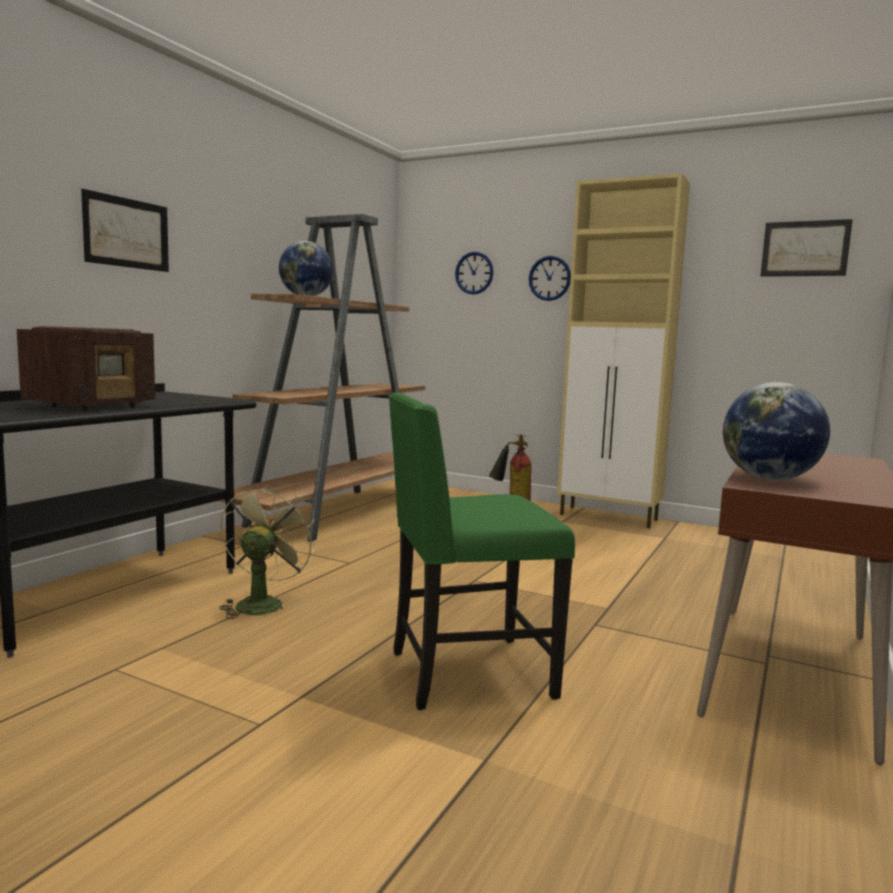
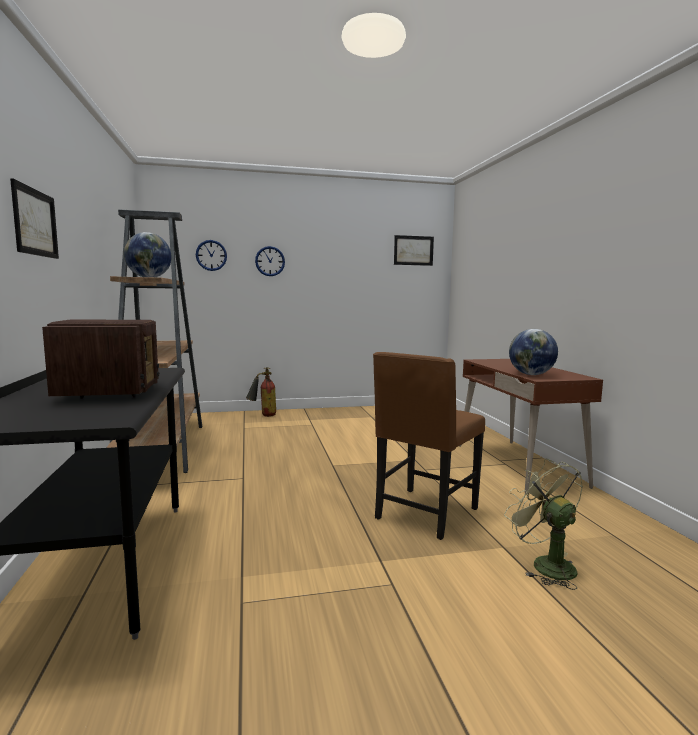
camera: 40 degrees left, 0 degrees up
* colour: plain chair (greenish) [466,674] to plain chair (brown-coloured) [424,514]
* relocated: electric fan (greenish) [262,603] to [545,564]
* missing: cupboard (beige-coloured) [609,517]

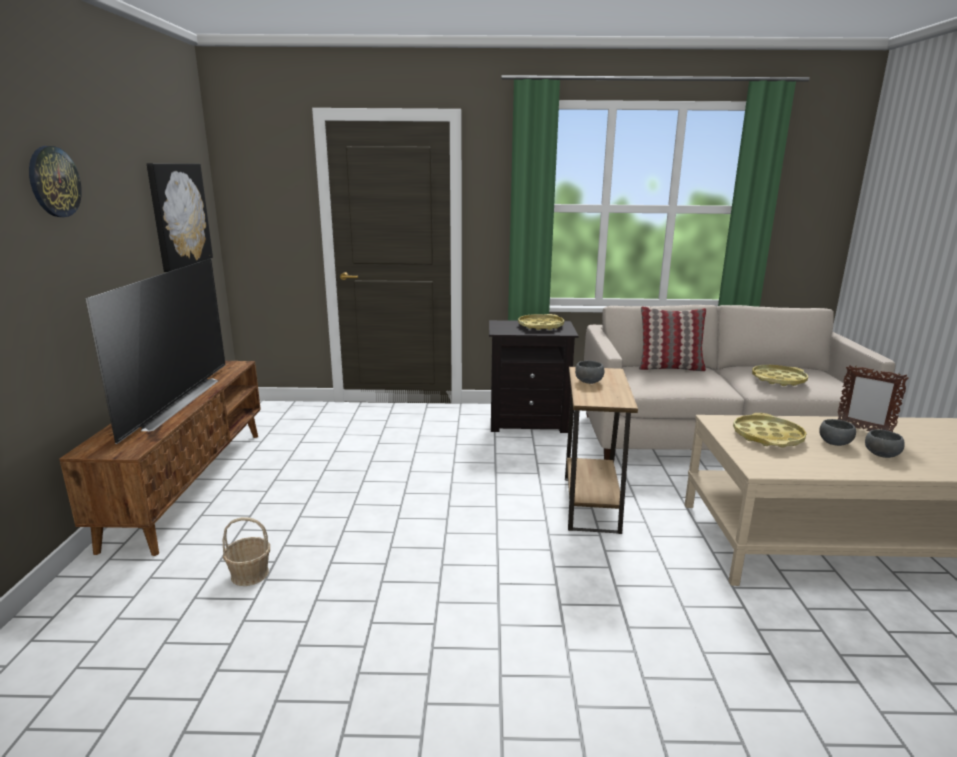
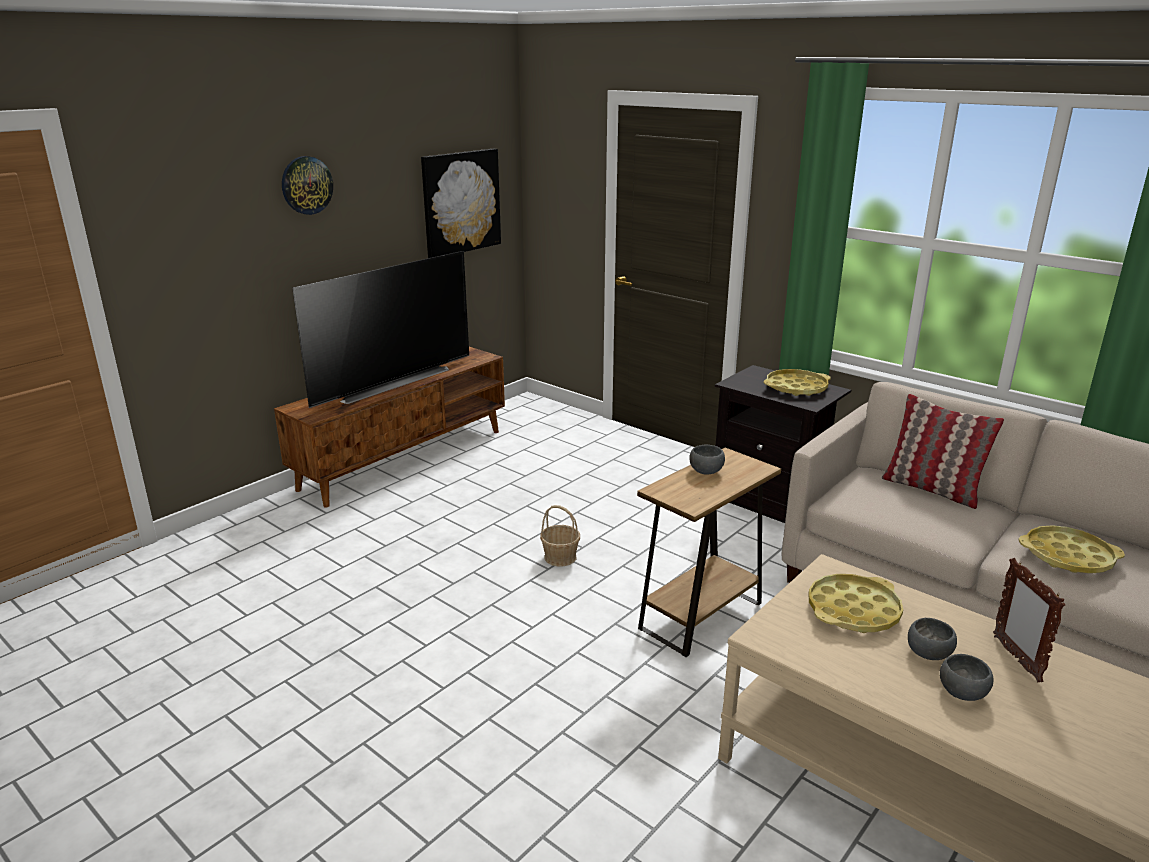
camera: 40 degrees right, 5 degrees up
* relocated: storage basket [249,574] to [560,557]

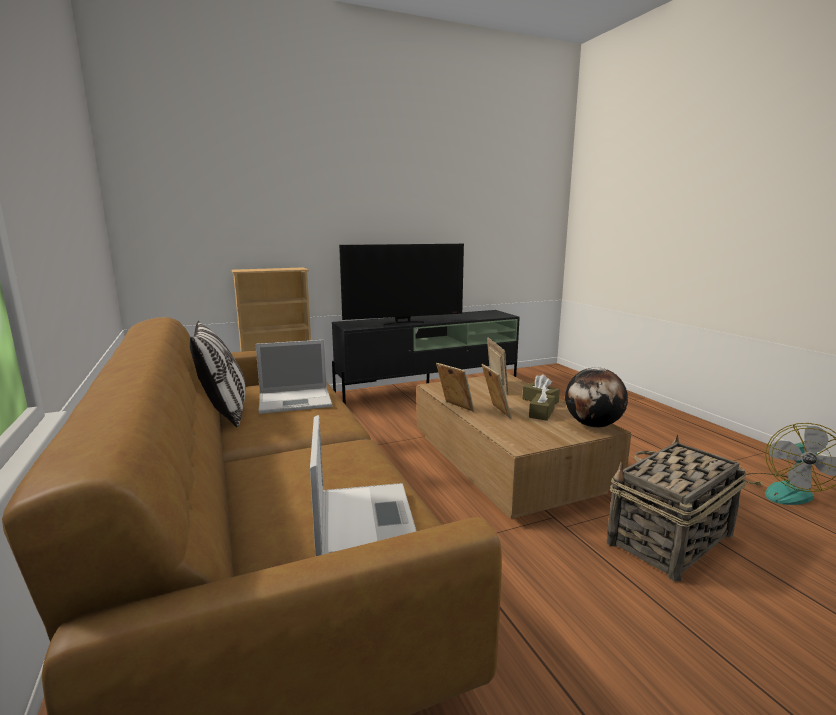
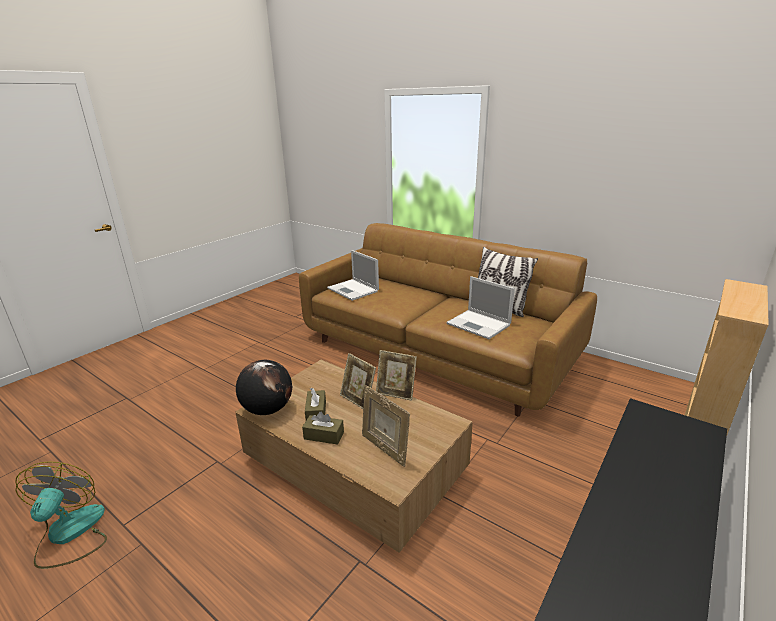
camera: 150 degrees right, 10 degrees up
* spun: laptop [296,400] = [479,325] 90 degrees counterclockwise
* missing: TV [403,322]
* missing: storage basket [669,539]

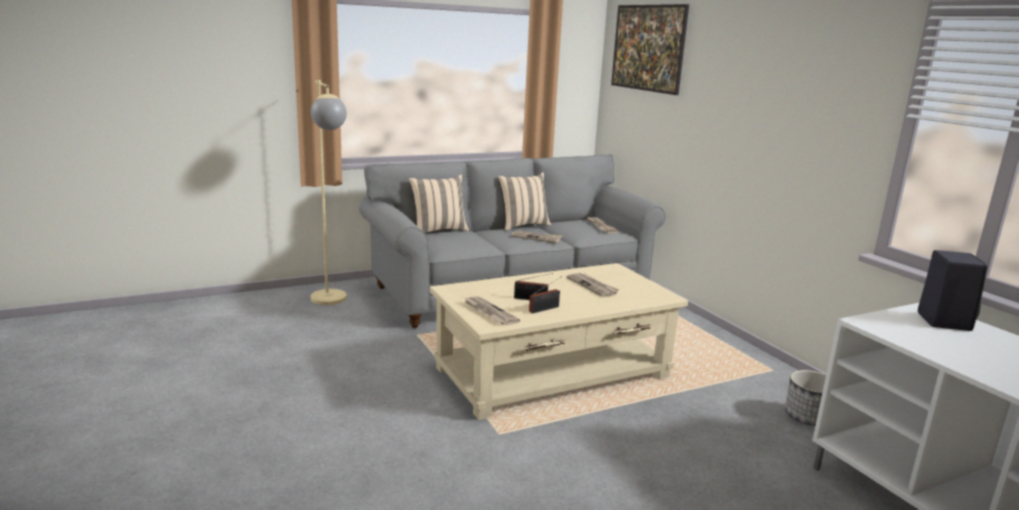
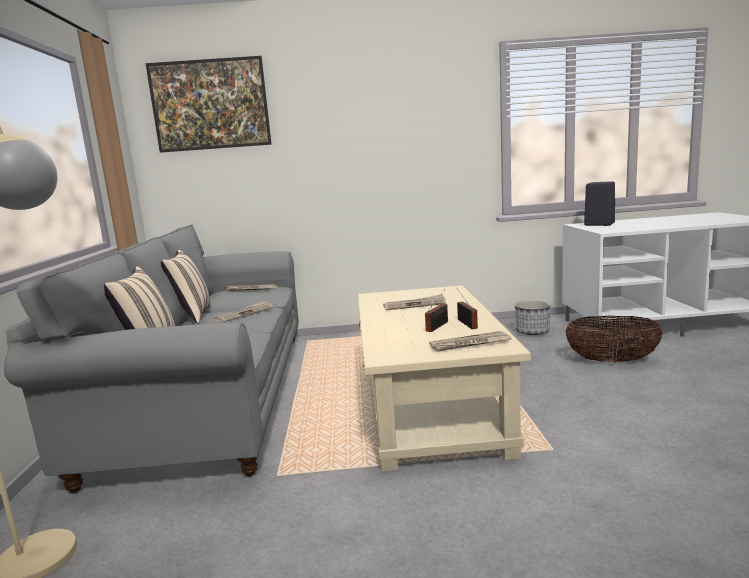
camera: 65 degrees left, 5 degrees down
* appeared: storage basket [612,361]

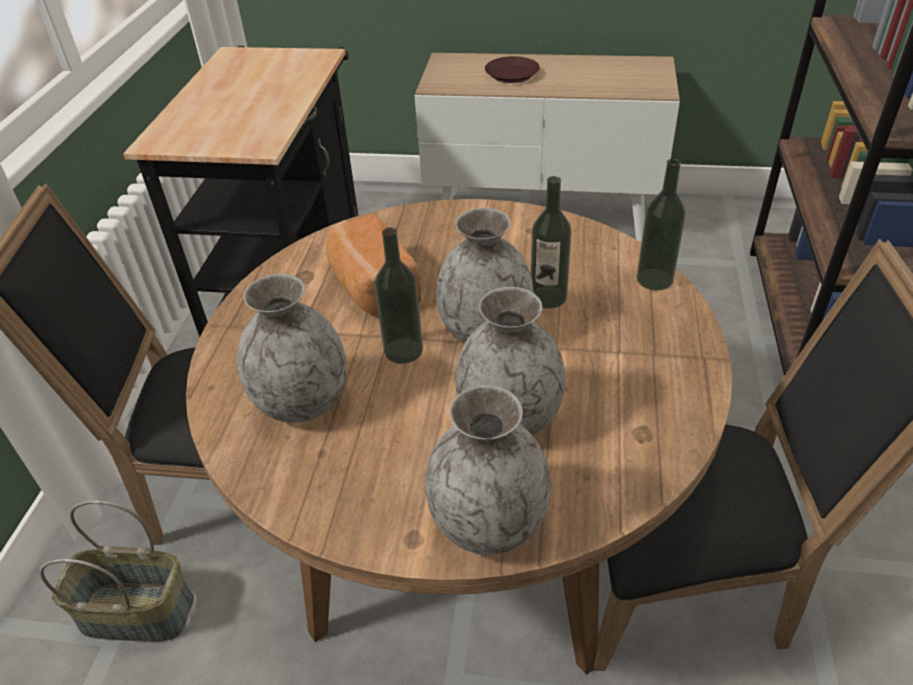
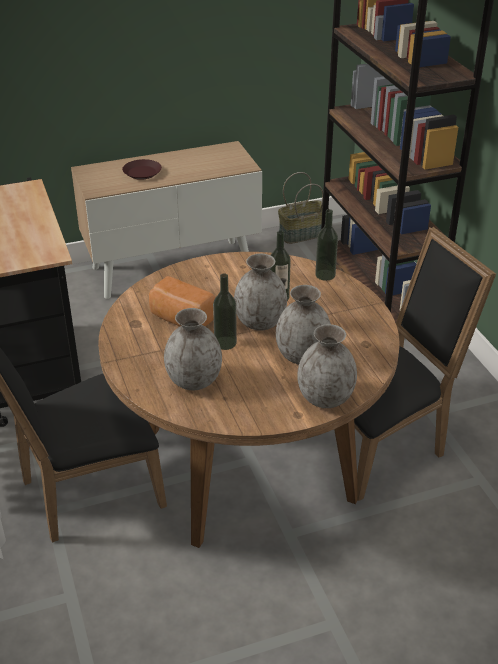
camera: 30 degrees left, 5 degrees down
* relocated: storage basket [139,611] to [302,234]

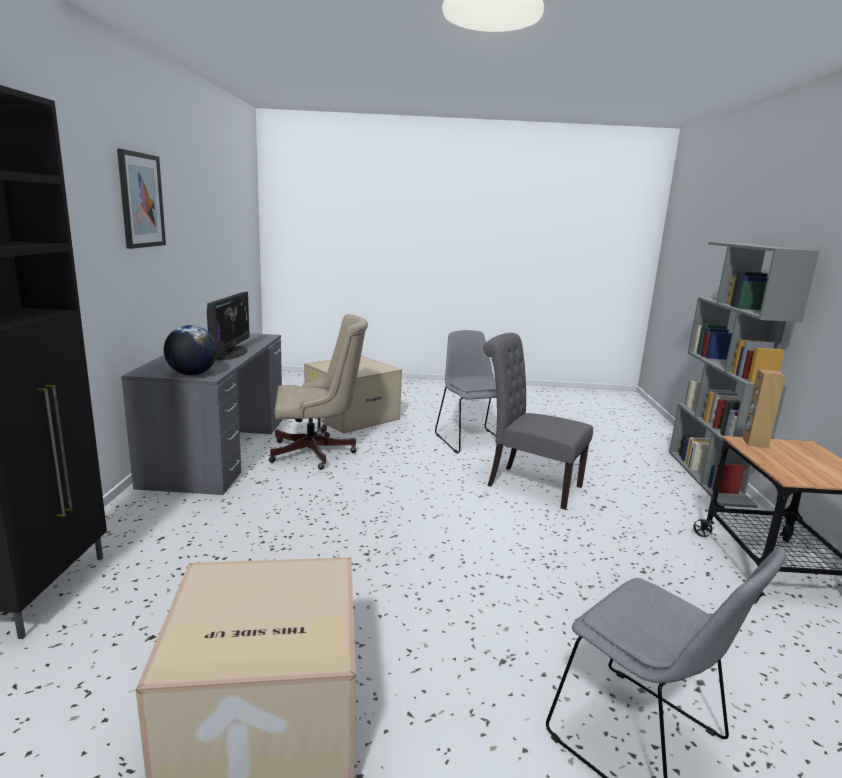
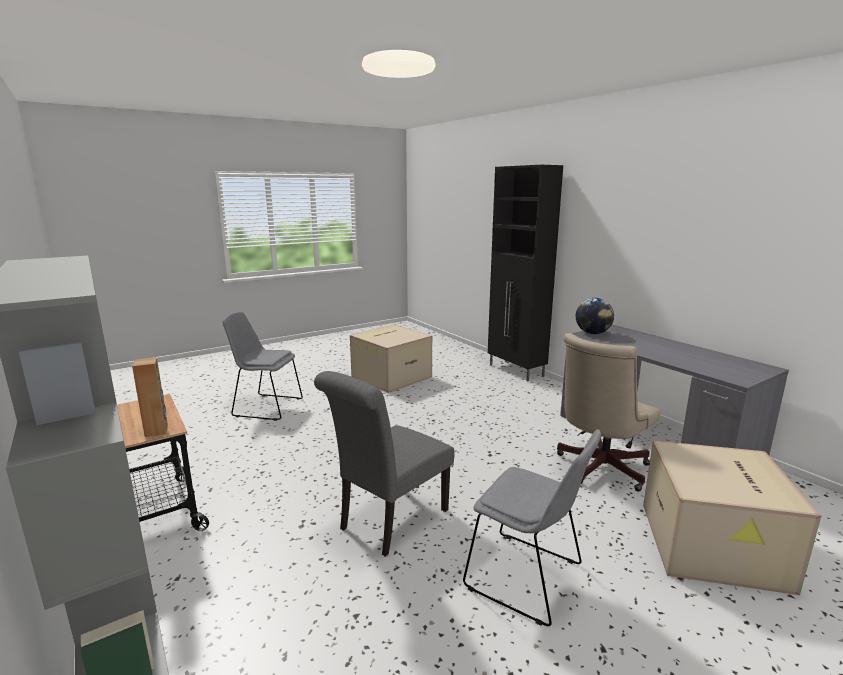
camera: 145 degrees right, 0 degrees up
* spun: plain chair (greyish) [528,484] = [389,522] 135 degrees clockwise
* missing: picture [141,200]
* missing: computer screen [230,353]

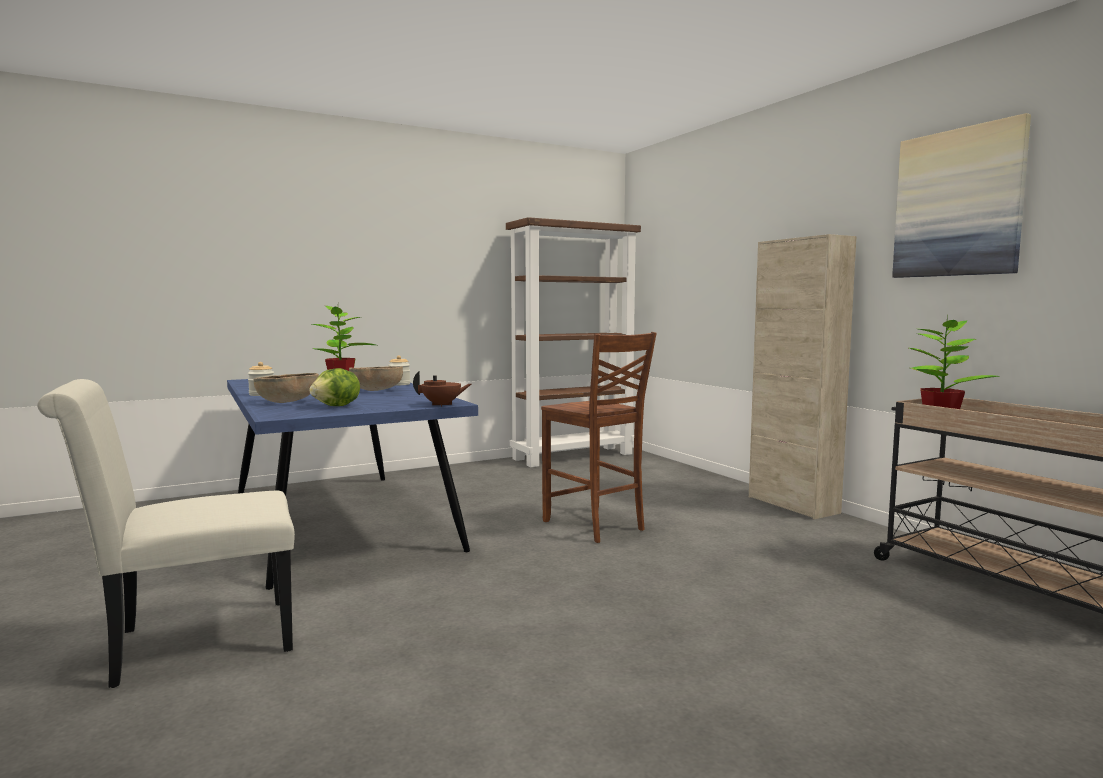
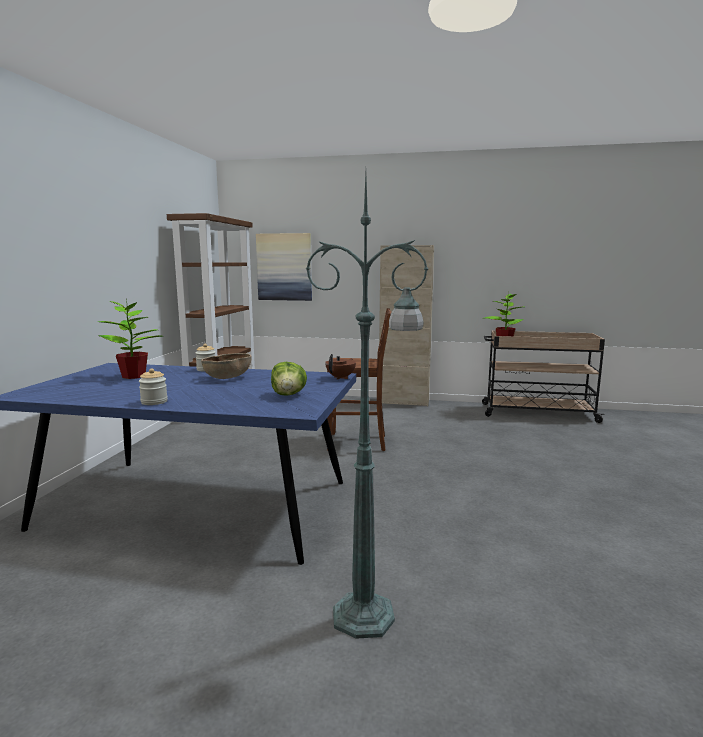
camera: 50 degrees left, 5 degrees up
* relocated: picture [958,203] to [284,267]
* exchanged: plain chair (white) [190,643] to standard lamp (greenish) [367,616]
* missing: deep dish (brown-coloured) [288,402]

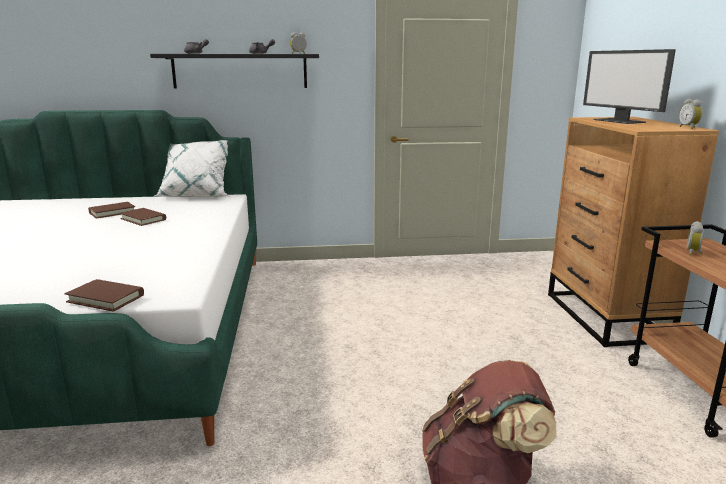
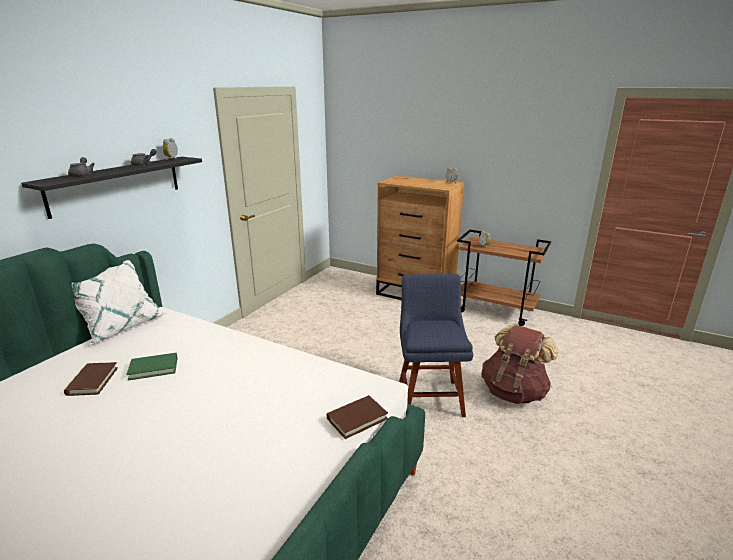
camera: 55 degrees left, 5 degrees up
* colour: volume (brown-coloured) [143,219] to volume (greenish) [153,368]
* appeared: plain chair (bluish) [429,396]
* missing: computer screen [620,121]

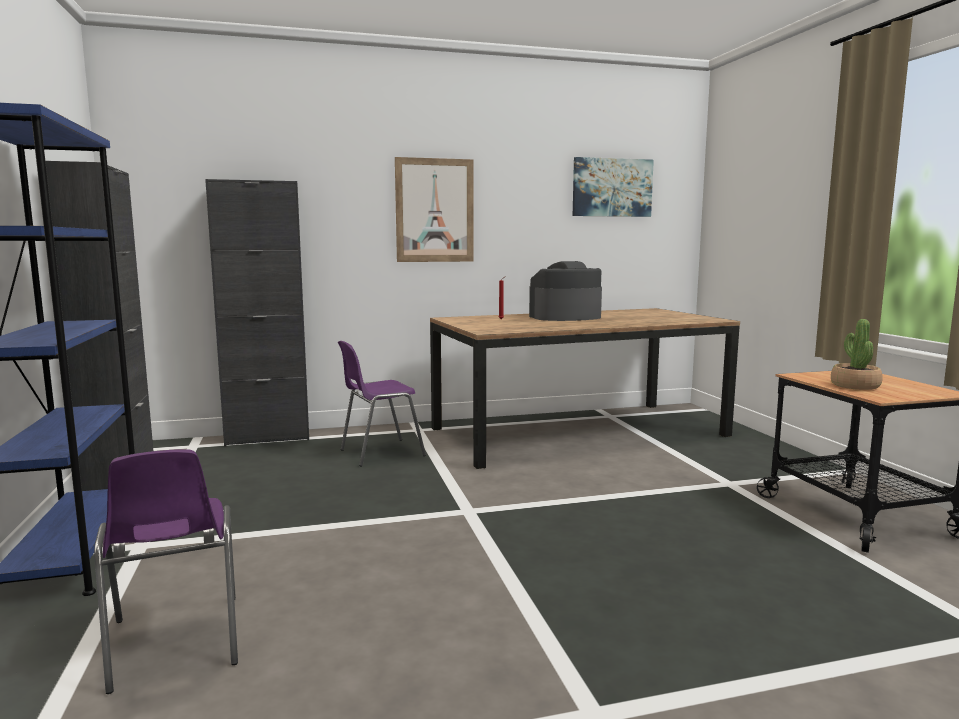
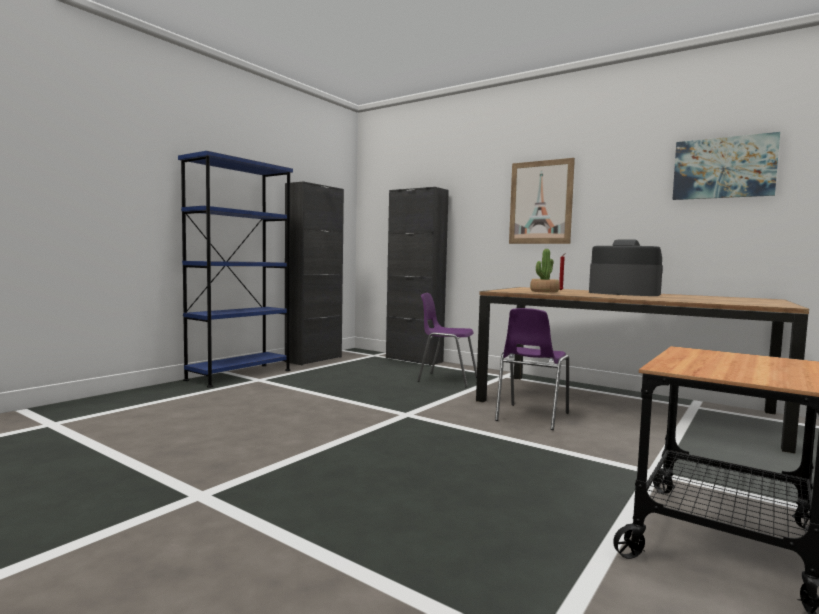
camera: 50 degrees right, 5 degrees down
* relocated: plain chair (purple-coloured) [175,644] to [530,417]
* relocated: potted plant [854,386] to [544,291]

